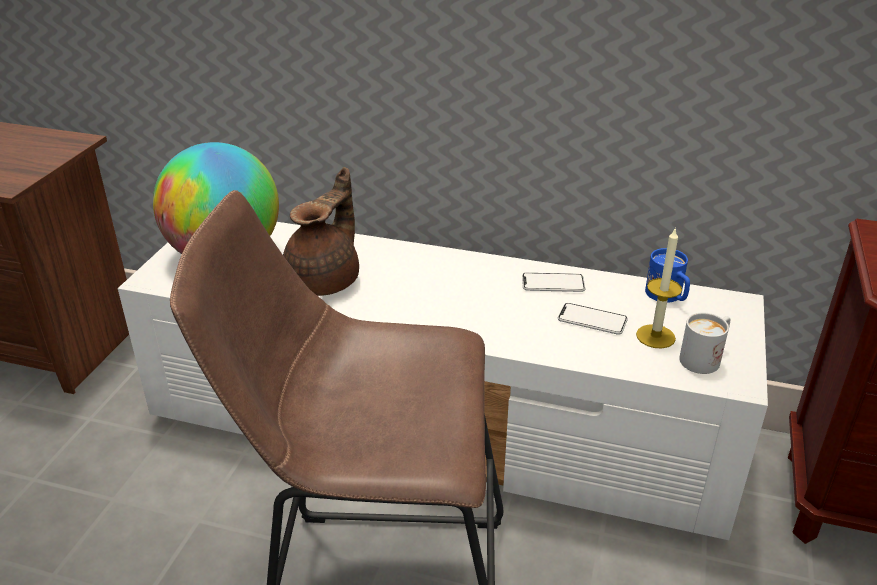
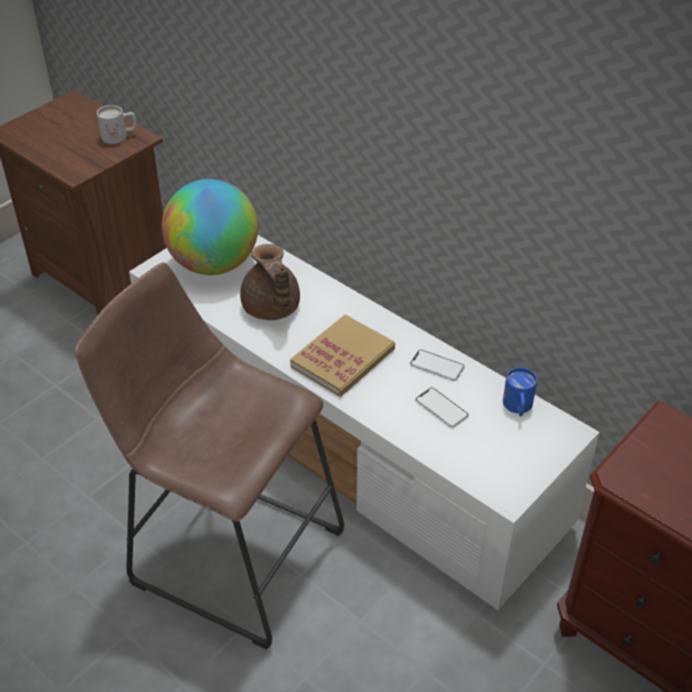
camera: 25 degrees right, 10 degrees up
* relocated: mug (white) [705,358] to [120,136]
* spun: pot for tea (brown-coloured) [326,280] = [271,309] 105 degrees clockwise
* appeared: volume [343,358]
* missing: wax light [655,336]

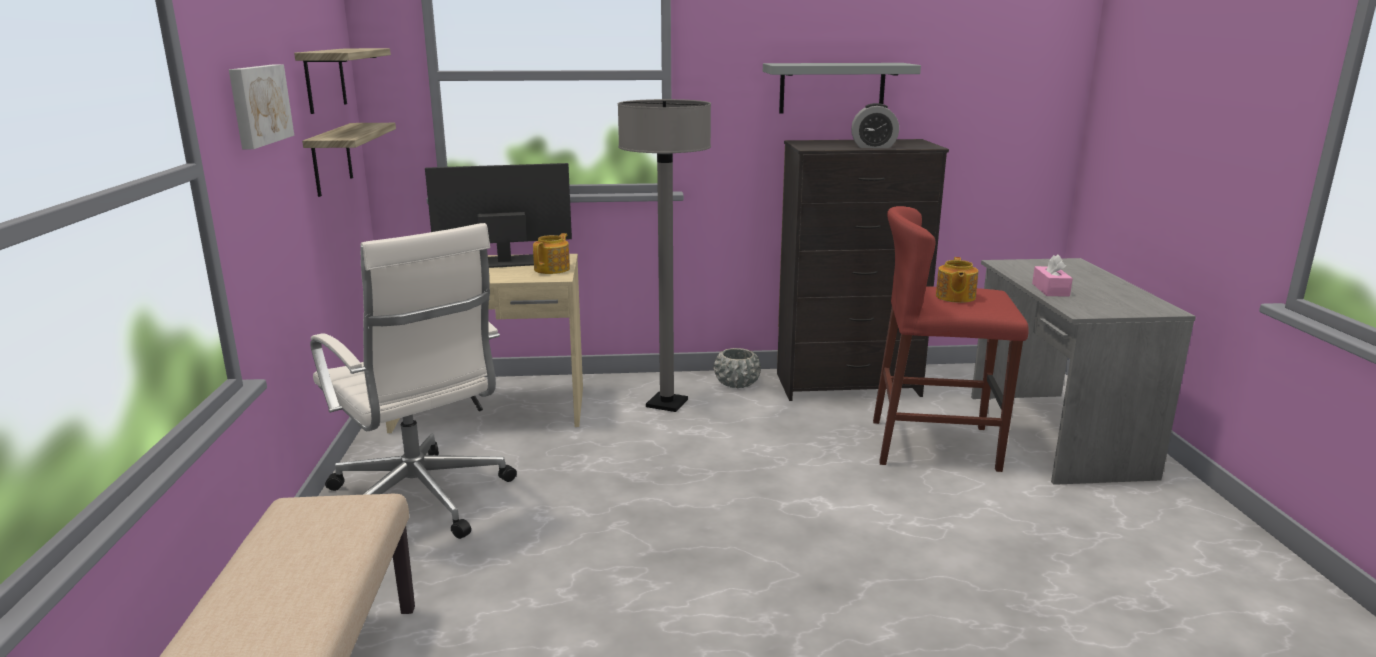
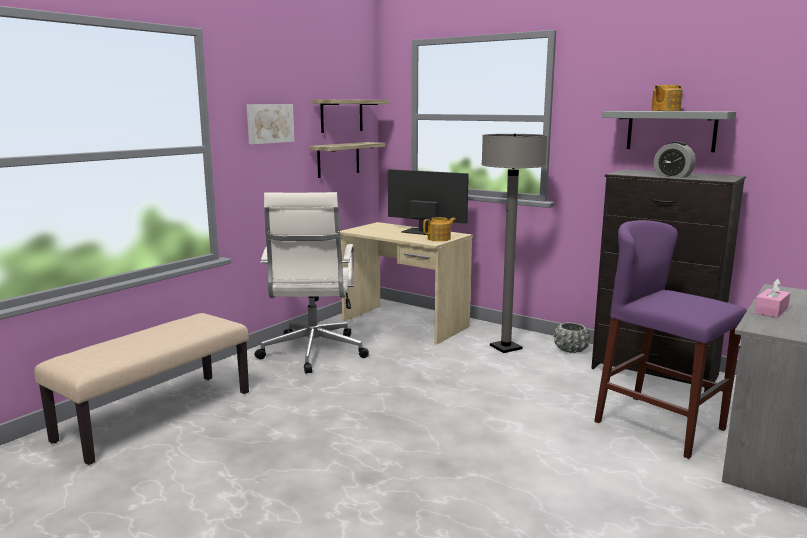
camera: 40 degrees right, 5 degrees down
* colour: sitting stool (reddish) [934,445] to sitting stool (purple-coloured) [659,425]
* relocated: pot for tea [954,297] to [665,110]

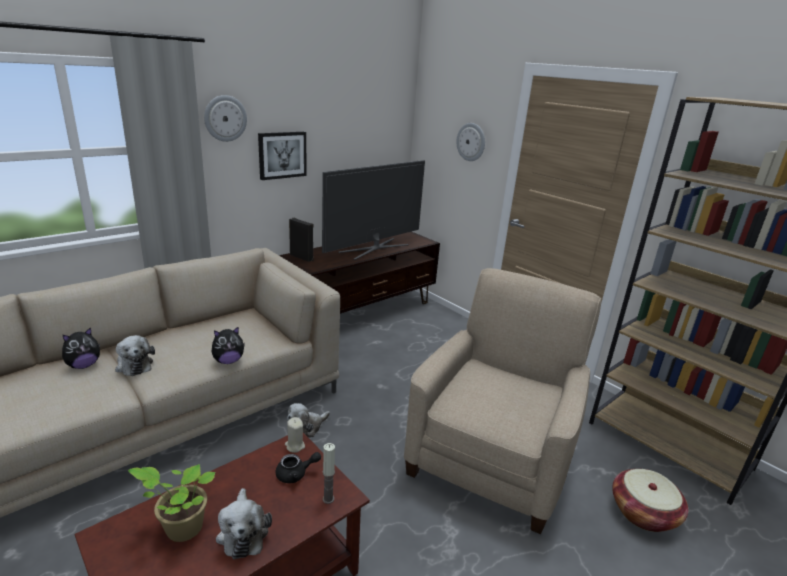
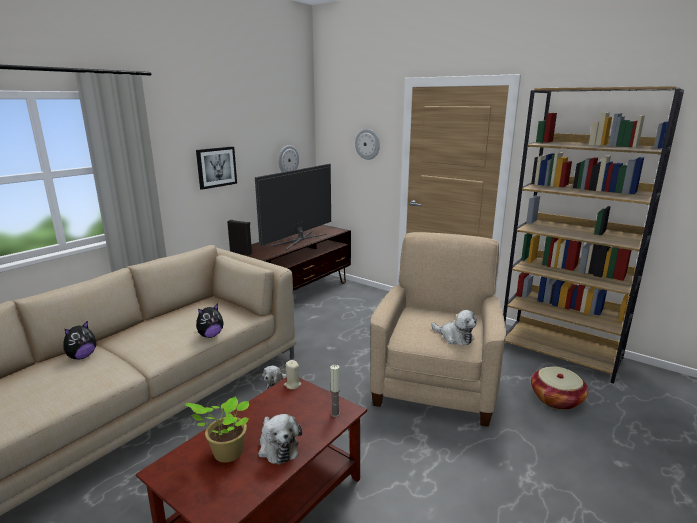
camera: 10 degrees left, 5 degrees down
* relocated: hanging clock [225,118] to [288,160]
* relocated: plush toy [134,364] to [455,337]
* missing: pot for tea (black-coloured) [296,474]

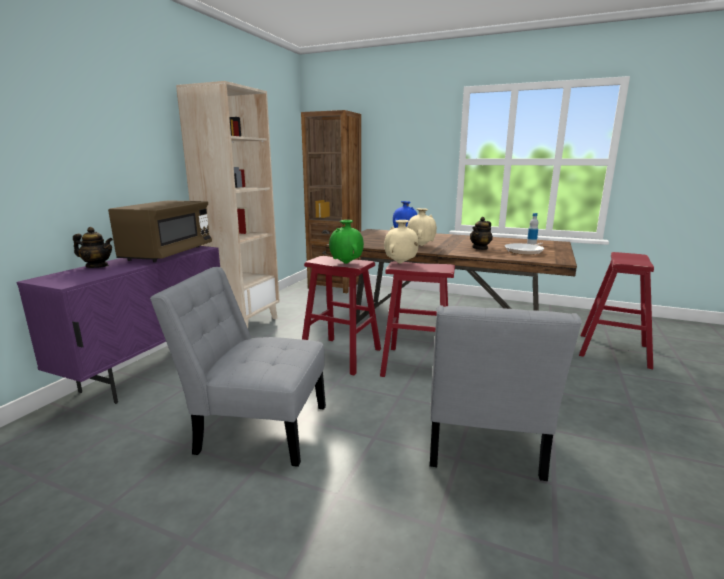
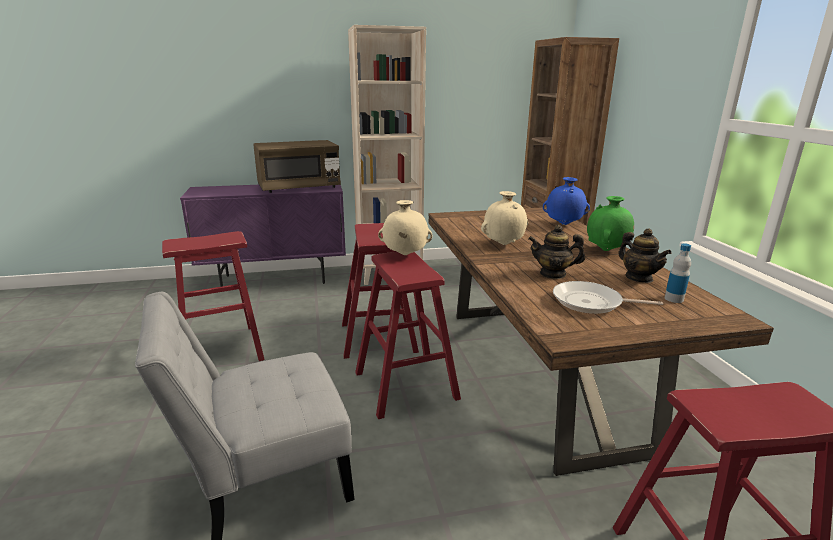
camera: 55 degrees right, 5 degrees up
* exchanged: plain chair (greyish) [256,427] to sitting stool (reddish) [222,349]
* relocated: vase (greenish) [346,263] to [606,250]
* relocated: pot for tea [97,266] to [639,278]

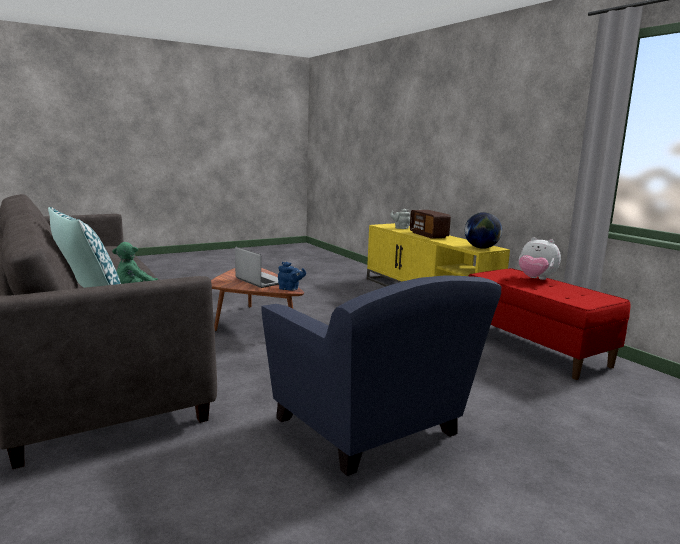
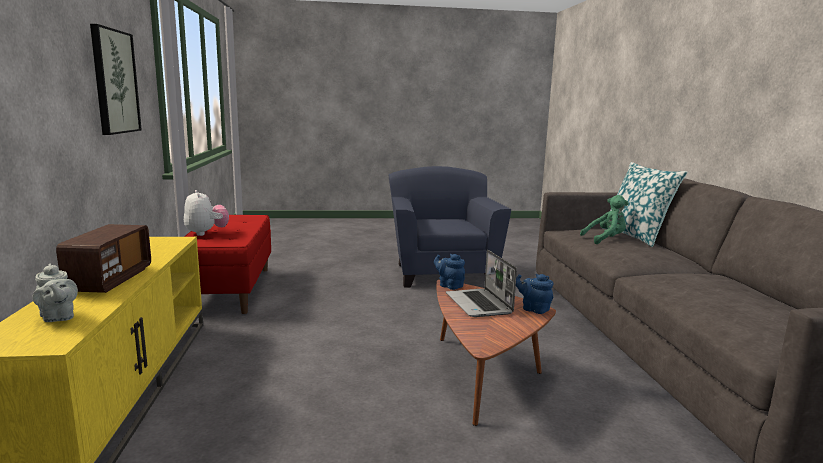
camera: 155 degrees left, 0 degrees up
* appeared: picture [114,82]
* appeared: pot for tea (bluish) [533,309]
* missing: globe [481,248]

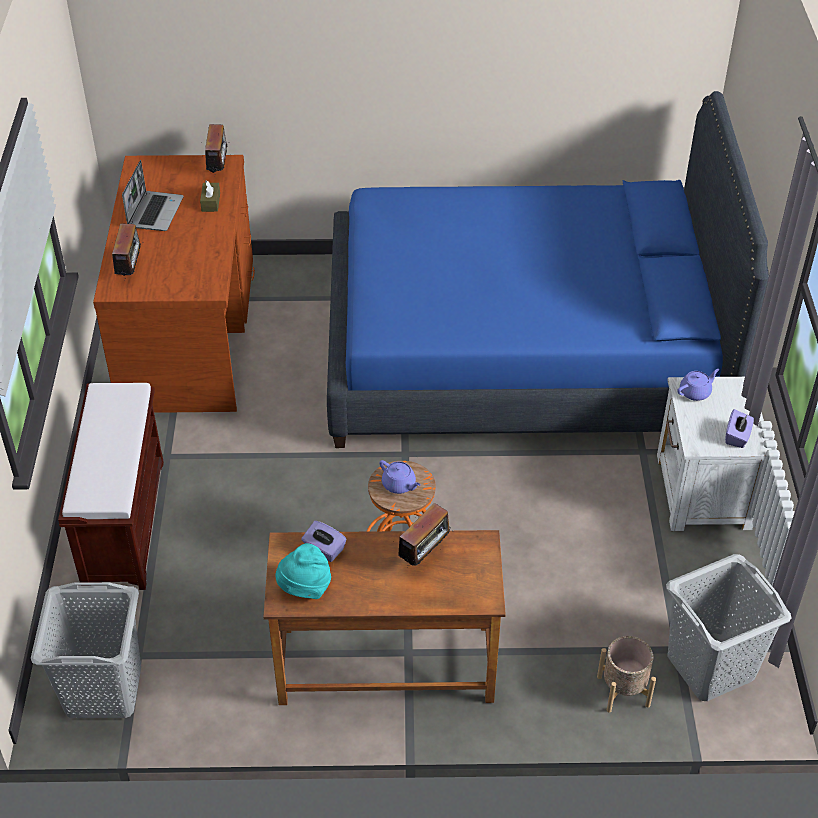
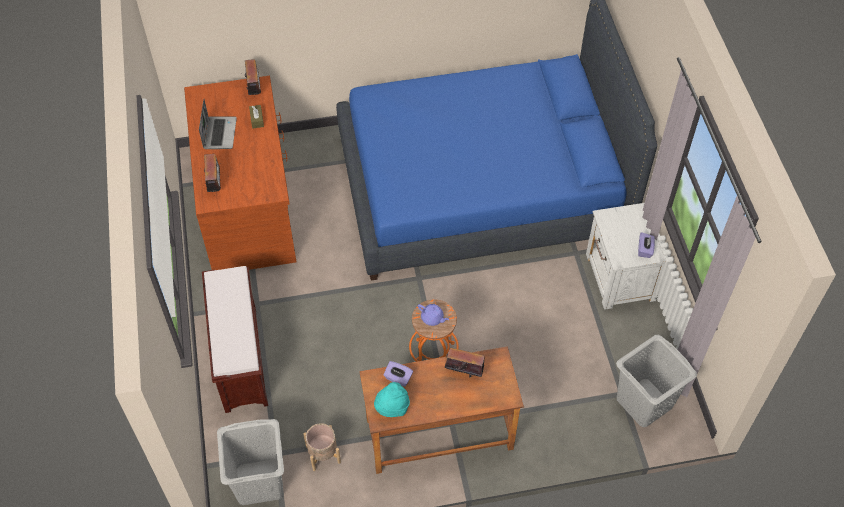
camera: 10 degrees left, 10 degrees up
* relocated: plant pot (beige-coloured) [623,691] to [323,454]
* spun: radio receiver [425,554] = [464,371] 105 degrees counterclockwise
* missing: pot for tea (purple-coloured) [695,392]

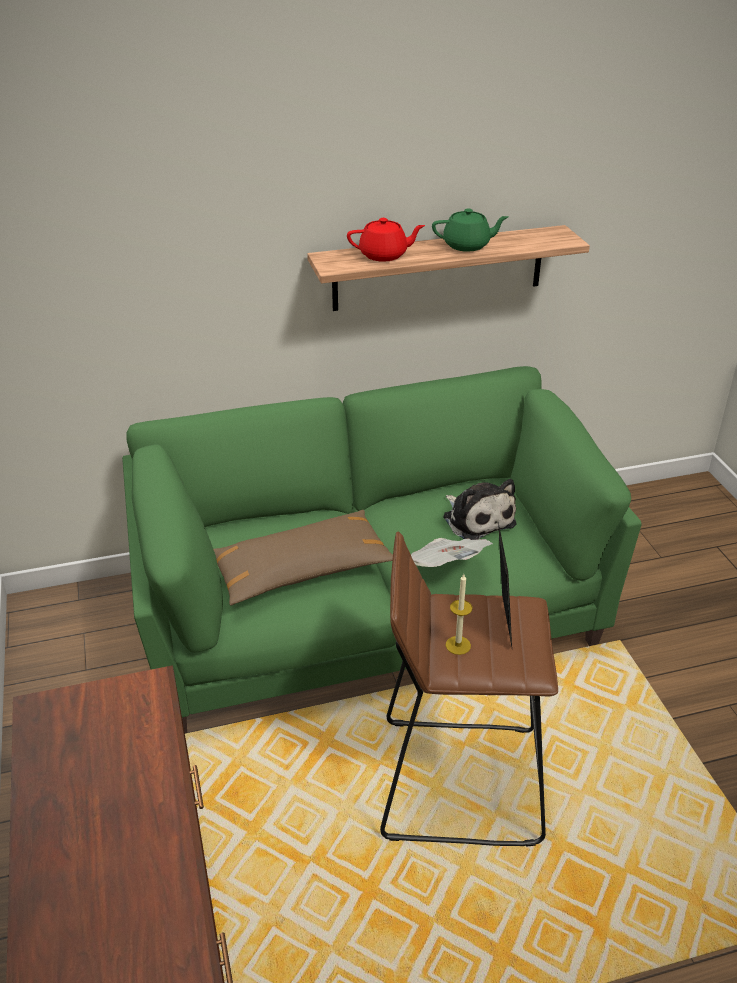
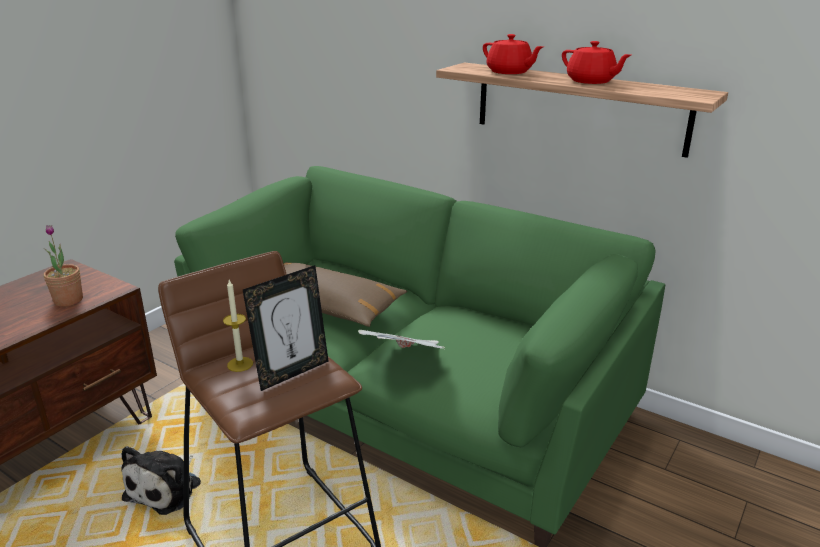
camera: 50 degrees right, 10 degrees down
* appeared: potted plant [68,300]
* relocated: plush toy [477,519] to [166,488]
* colour: pot for tea (greenish) [467,245] to pot for tea (reddish) [591,81]

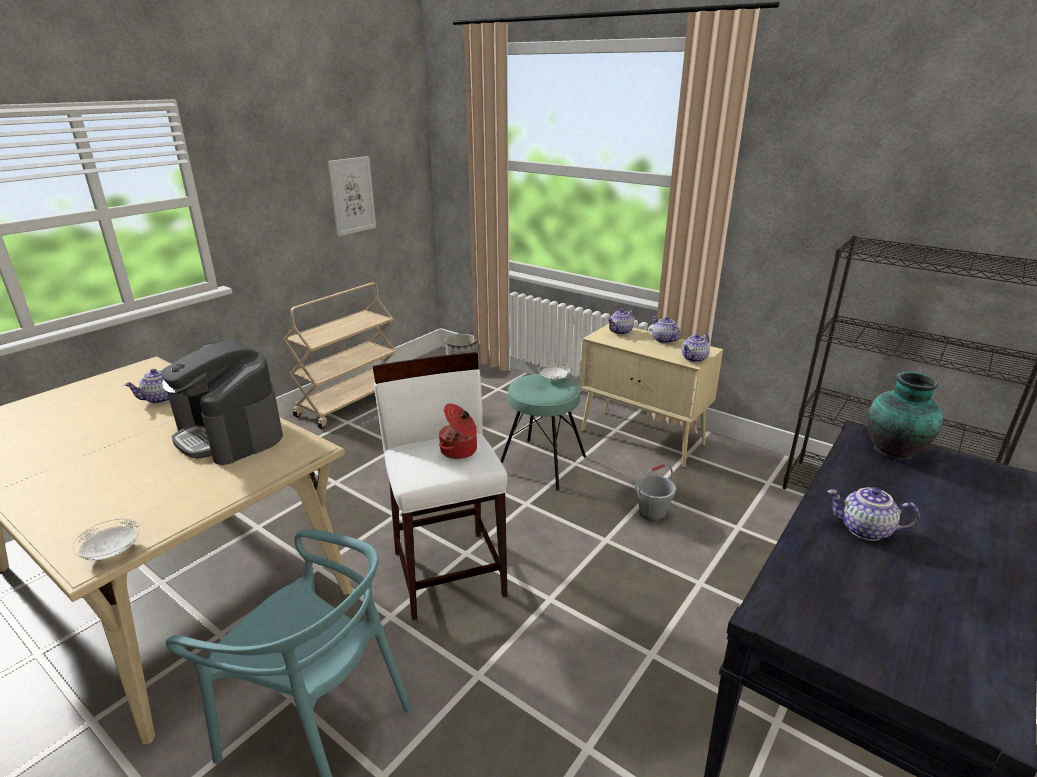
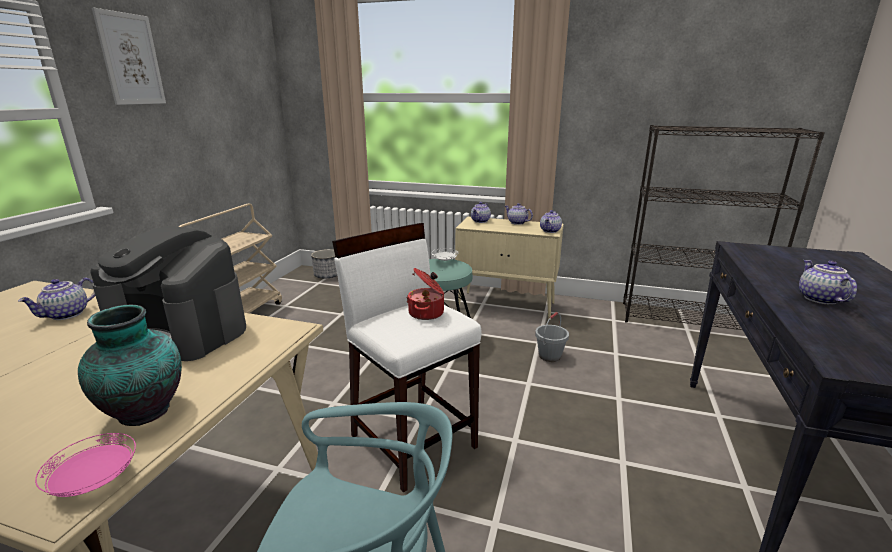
camera: 20 degrees left, 5 degrees down
* colour: dinner plate (white) [112,552] to dinner plate (pink) [95,481]
* relocated: vase [894,452] to [145,413]
* relocated: picture [352,196] to [131,59]
* spun: pot for tea [864,530] = [818,299] 90 degrees clockwise

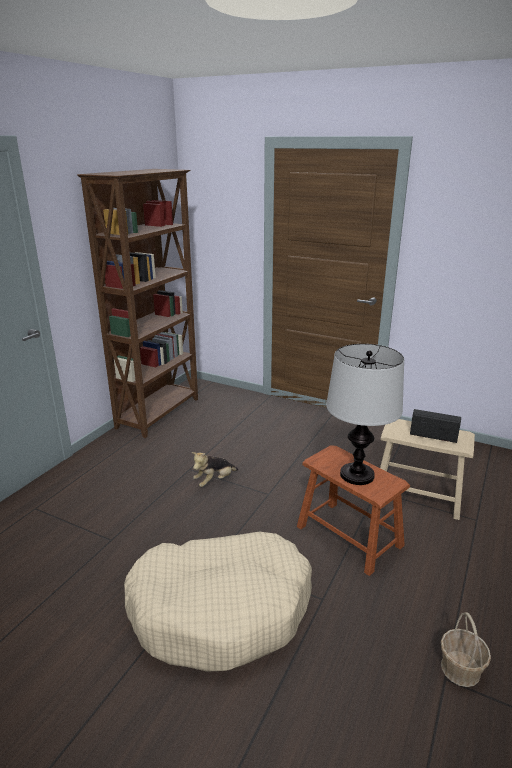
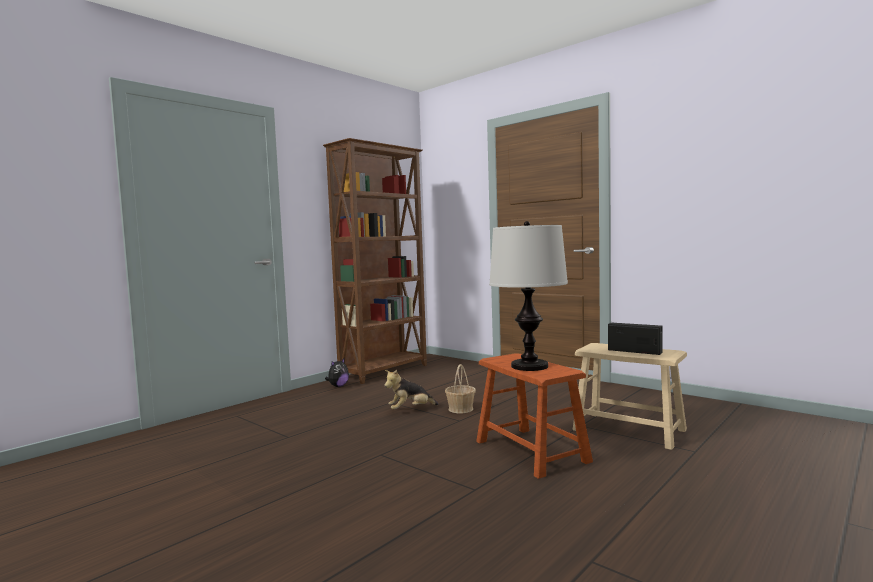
camera: 15 degrees right, 20 degrees down
* appeared: plush toy [338,386]
* relocated: storage basket [460,669] to [460,409]
* missing: dog cushion (beige-coloured) [221,609]

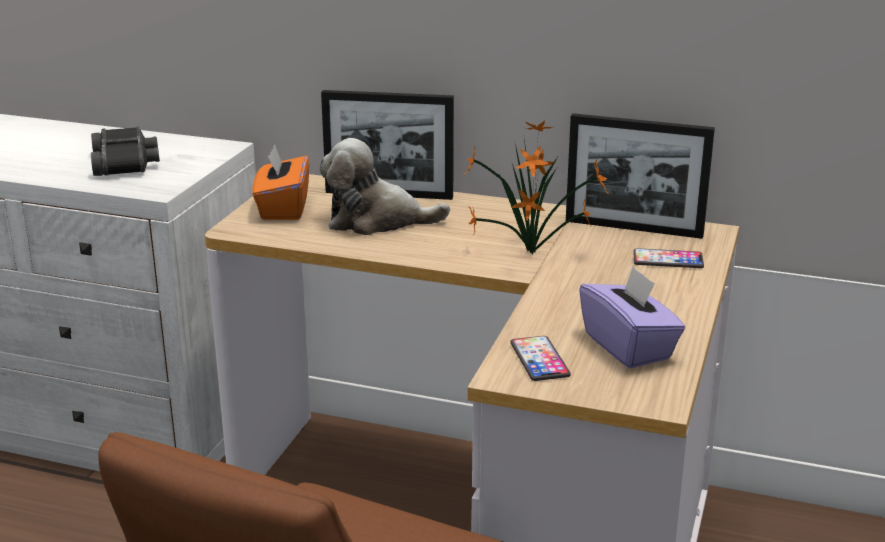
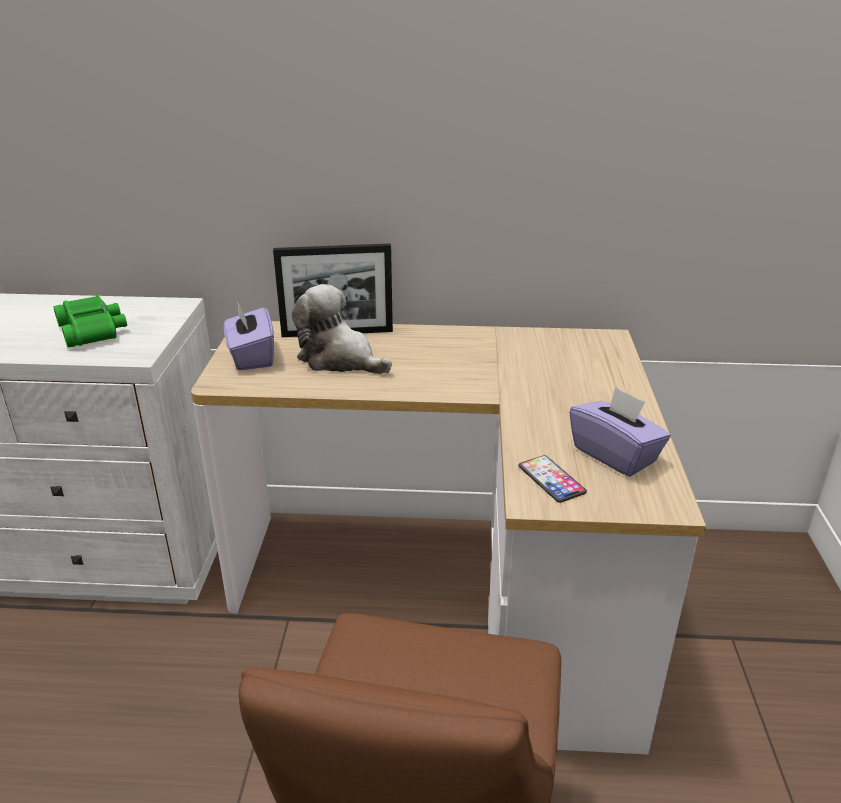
camera: 15 degrees left, 5 degrees up
* colour: binoculars (black-coloured) [126,163] to binoculars (greenish) [93,331]
* colour: tissue holder (orangey) [283,208] to tissue holder (purple-coloured) [251,357]
* spun: plush toy [376,221] = [339,359] 45 degrees clockwise
* missing: potted plant [535,255]
* missing: picture frame [633,228]
* missing: phone [668,260]

